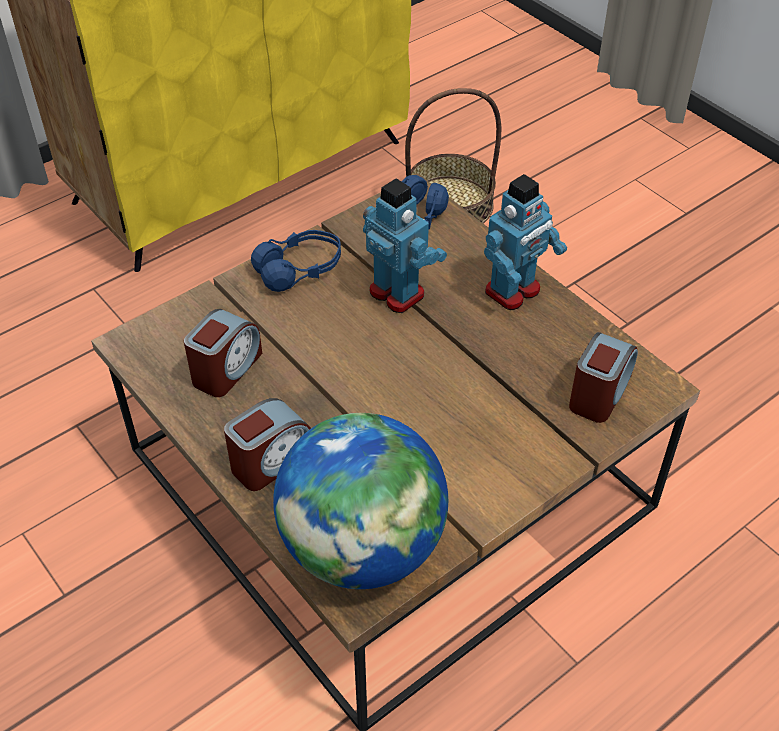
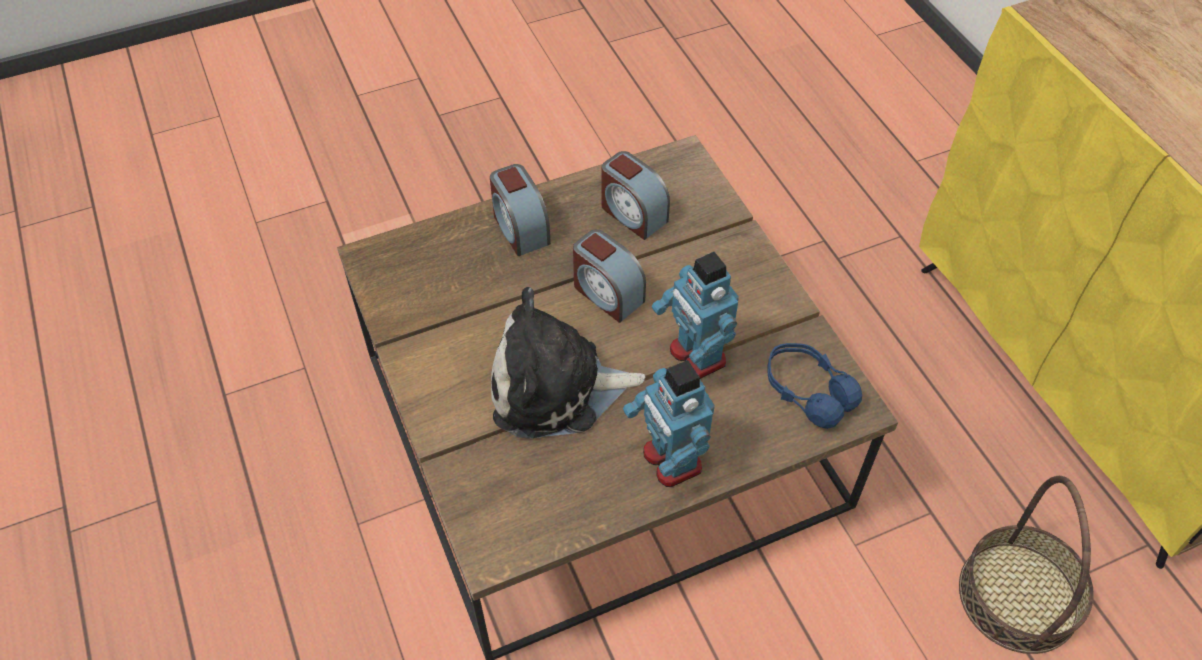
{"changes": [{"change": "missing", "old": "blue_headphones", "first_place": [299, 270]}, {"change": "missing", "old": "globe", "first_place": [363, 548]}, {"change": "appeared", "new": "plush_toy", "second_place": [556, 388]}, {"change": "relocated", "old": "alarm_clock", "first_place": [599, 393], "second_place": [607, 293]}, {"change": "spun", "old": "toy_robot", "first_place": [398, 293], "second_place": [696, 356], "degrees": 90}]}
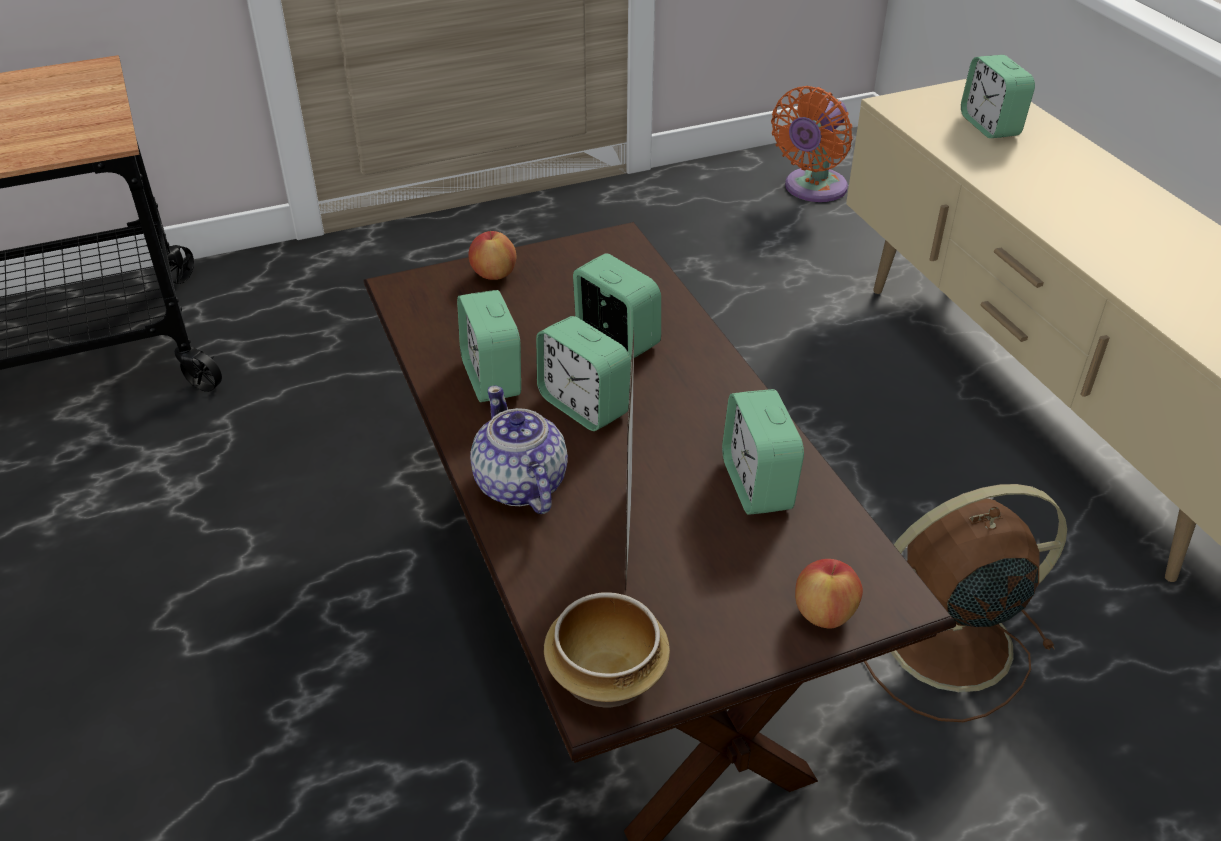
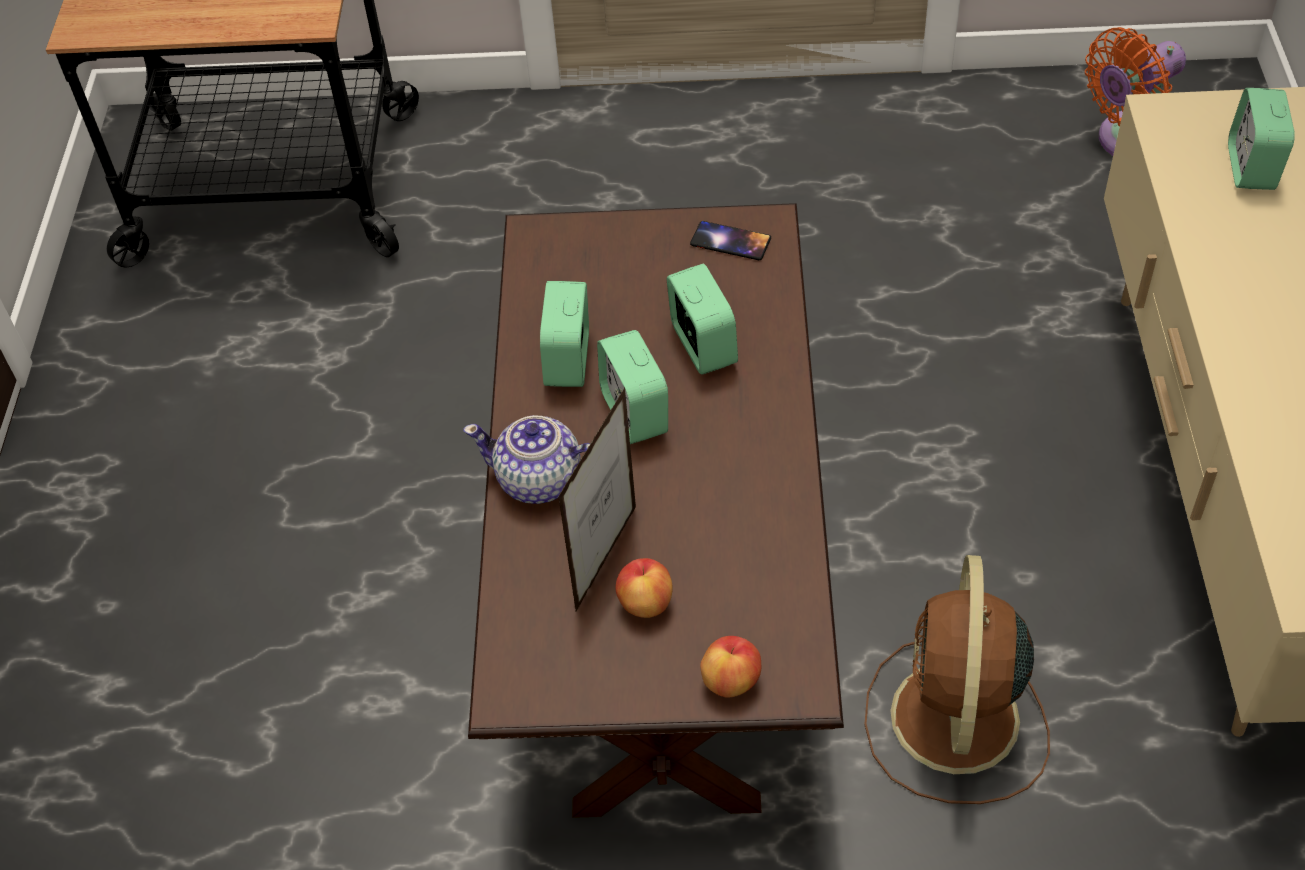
{"changes": [{"change": "missing", "old": "bowl", "first_place": [607, 675]}, {"change": "missing", "old": "alarm_clock", "first_place": [757, 485]}, {"change": "appeared", "new": "phone", "second_place": [730, 241]}, {"change": "relocated", "old": "apple", "first_place": [493, 274], "second_place": [645, 603]}, {"change": "spun", "old": "teapot", "first_place": [520, 485], "second_place": [540, 481], "degrees": -75}, {"change": "spun", "old": "brown_fan", "first_place": [942, 642], "second_place": [954, 723], "degrees": -90}]}
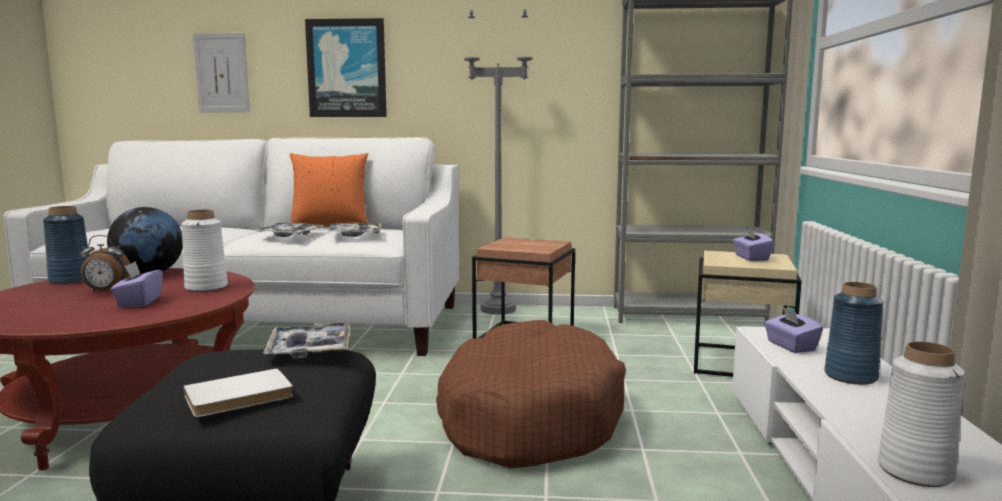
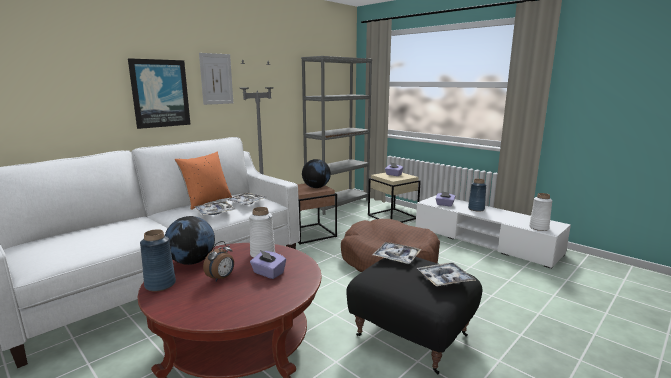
{"changes": [{"change": "appeared", "new": "globe", "second_place": [316, 187]}, {"change": "relocated", "old": "picture", "first_place": [222, 73], "second_place": [216, 79]}, {"change": "exchanged", "old": "white_book", "new": "tray", "first_place": [240, 397], "second_place": [444, 279]}]}
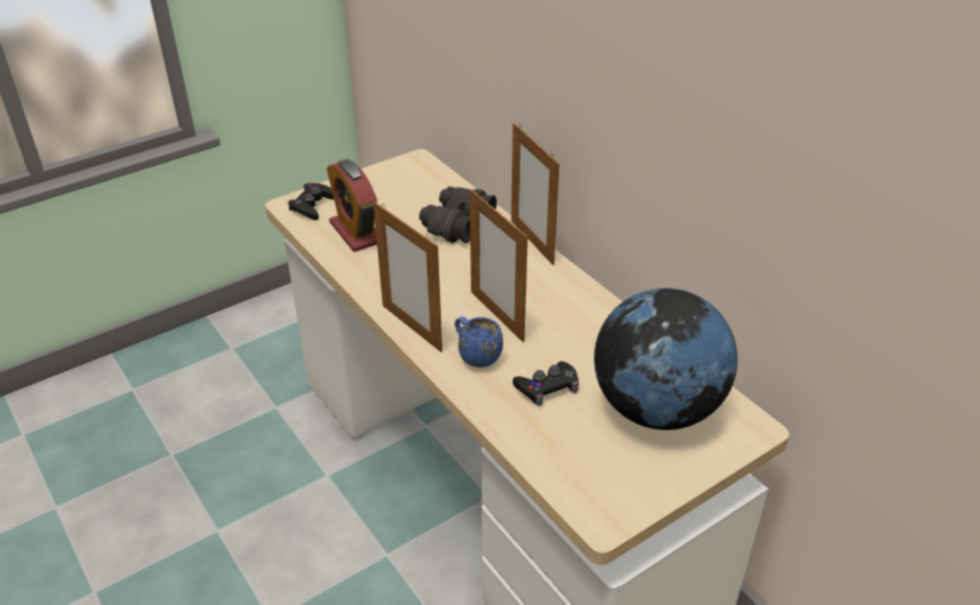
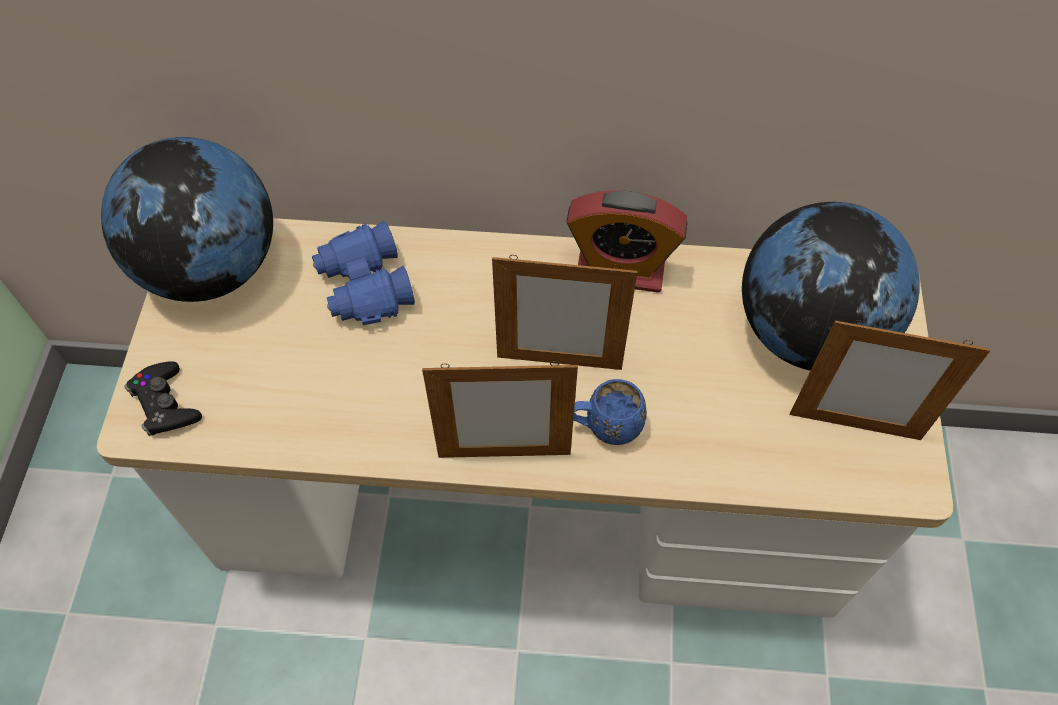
{"changes": [{"change": "missing", "old": "black_game_controller", "first_place": [547, 387]}, {"change": "appeared", "new": "globe", "second_place": [211, 268]}, {"change": "relocated", "old": "alarm_clock", "first_place": [356, 232], "second_place": [620, 269]}, {"change": "relocated", "old": "picture_frame", "first_place": [532, 242], "second_place": [854, 426]}, {"change": "colour", "old": "black_binoculars", "new": "blue_binoculars", "first_place": [456, 224], "second_place": [364, 286]}]}
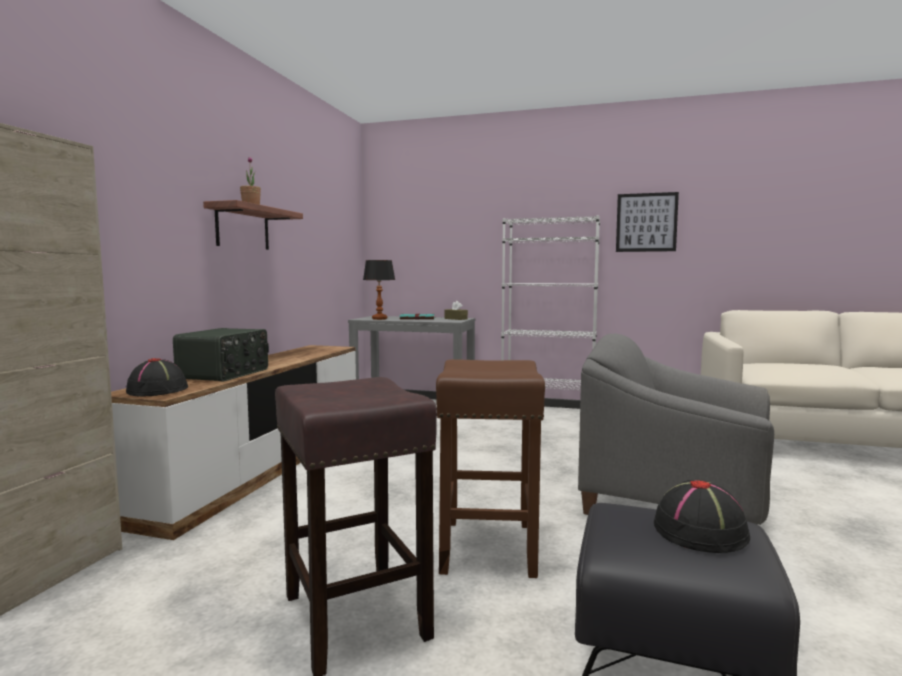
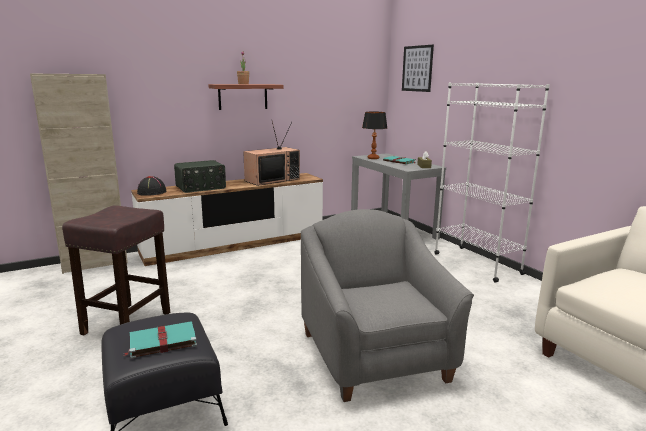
{"changes": [{"change": "missing", "old": "brown_stool", "first_place": [487, 546]}, {"change": "appeared", "new": "television", "second_place": [272, 180]}, {"change": "relocated", "old": "picture", "first_place": [646, 222], "second_place": [417, 68]}, {"change": "exchanged", "old": "black_hat", "new": "turquoise_book", "first_place": [700, 531], "second_place": [161, 341]}]}
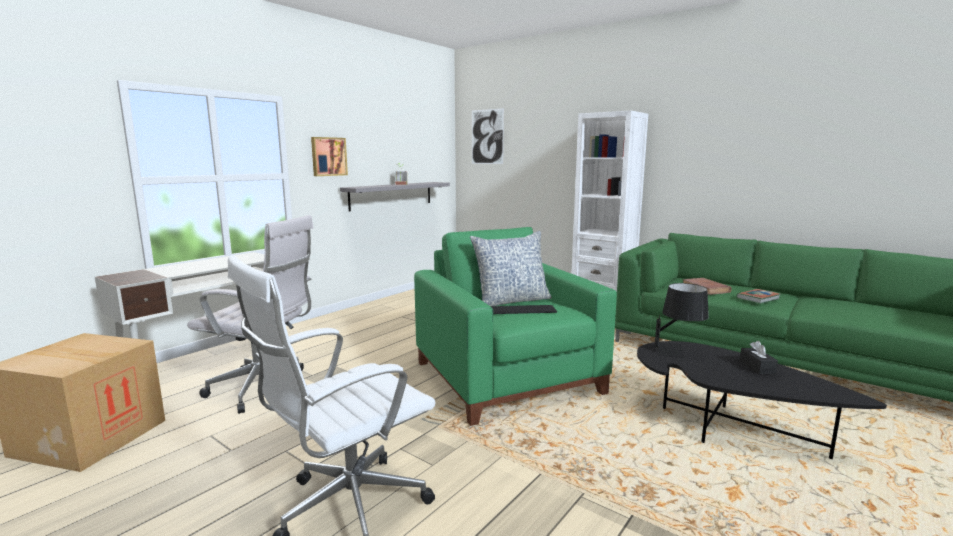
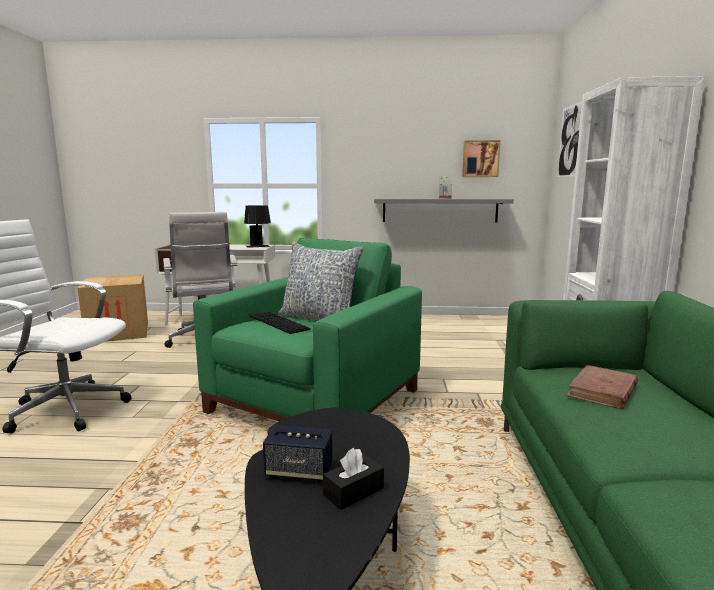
{"changes": [{"change": "missing", "old": "book", "first_place": [758, 299]}, {"change": "appeared", "new": "speaker", "second_place": [299, 472]}, {"change": "relocated", "old": "picture", "first_place": [328, 156], "second_place": [480, 159]}, {"change": "relocated", "old": "black_table_lamp", "first_place": [678, 350], "second_place": [258, 246]}]}
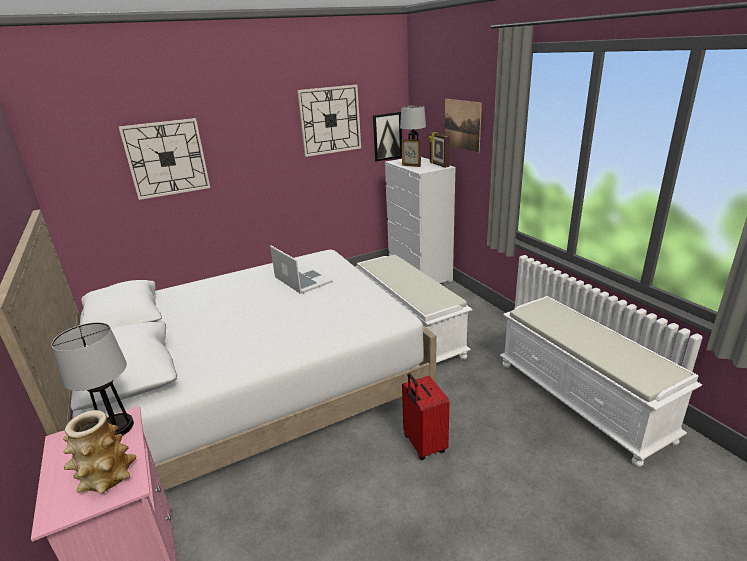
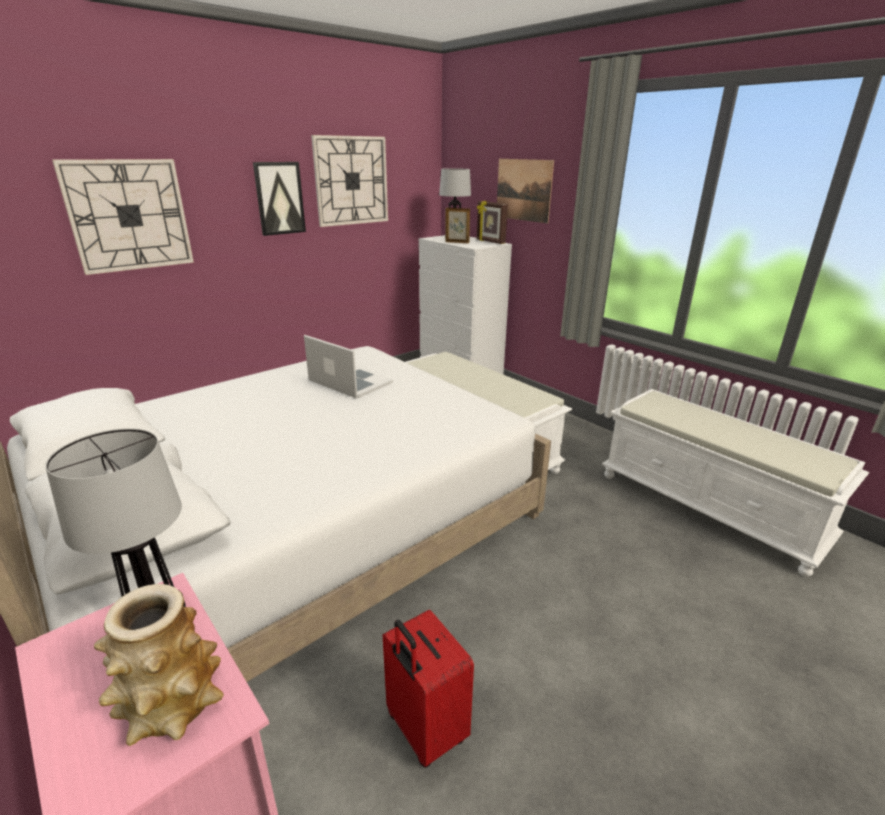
{"changes": [{"change": "relocated", "old": "picture", "first_place": [387, 136], "second_place": [279, 198]}, {"change": "relocated", "old": "red_suitcase", "first_place": [423, 445], "second_place": [424, 730]}]}
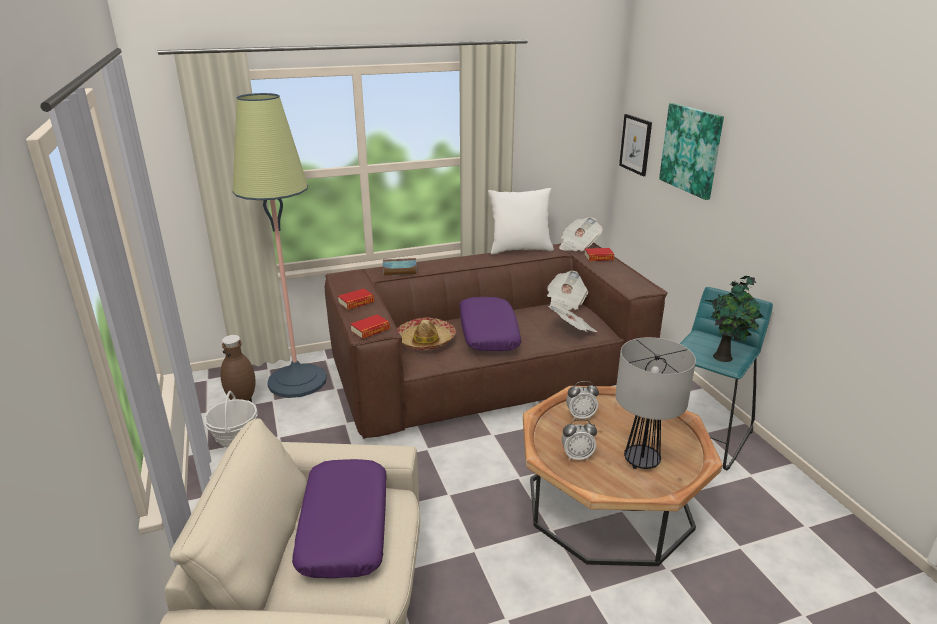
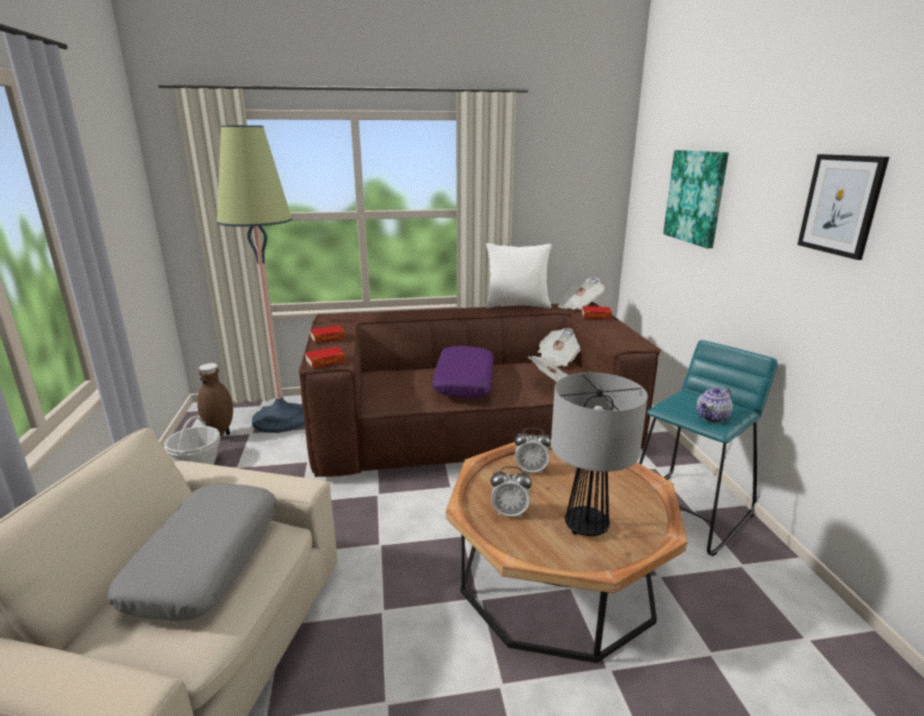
{"changes": [{"change": "missing", "old": "book", "first_place": [399, 270]}, {"change": "missing", "old": "hat", "first_place": [426, 340]}, {"change": "relocated", "old": "picture", "first_place": [636, 144], "second_place": [841, 205]}, {"change": "exchanged", "old": "potted_plant", "new": "teapot", "first_place": [724, 357], "second_place": [712, 417]}, {"change": "colour", "old": "purple_pillow", "new": "grey_pillow", "first_place": [344, 527], "second_place": [205, 560]}]}
